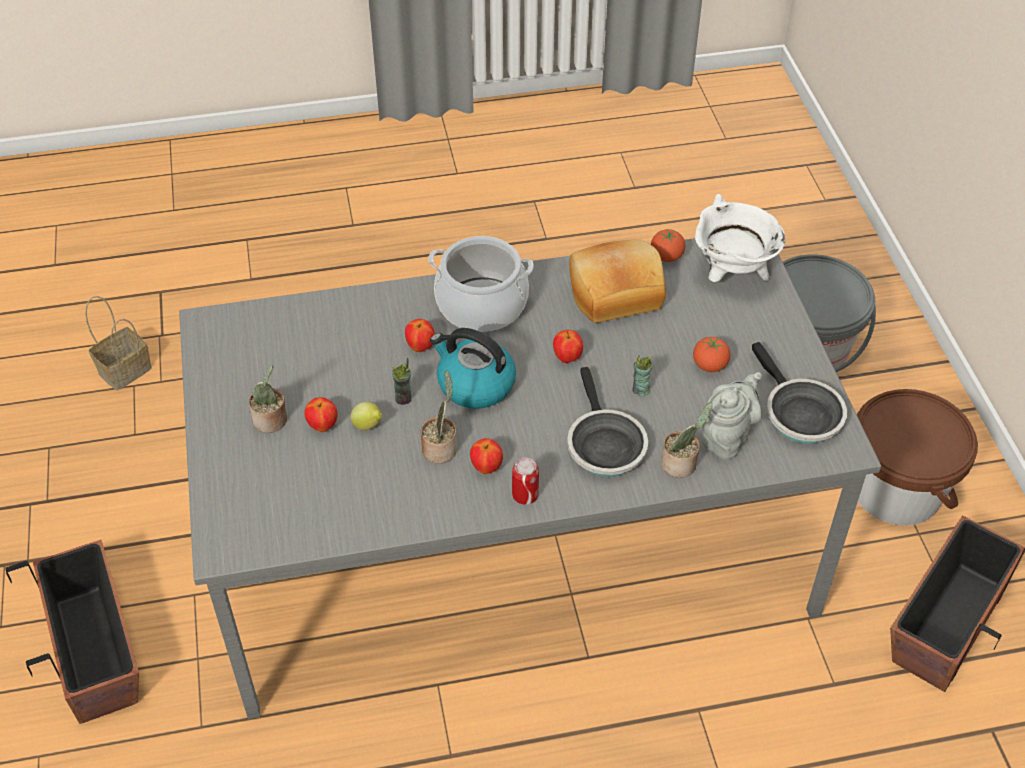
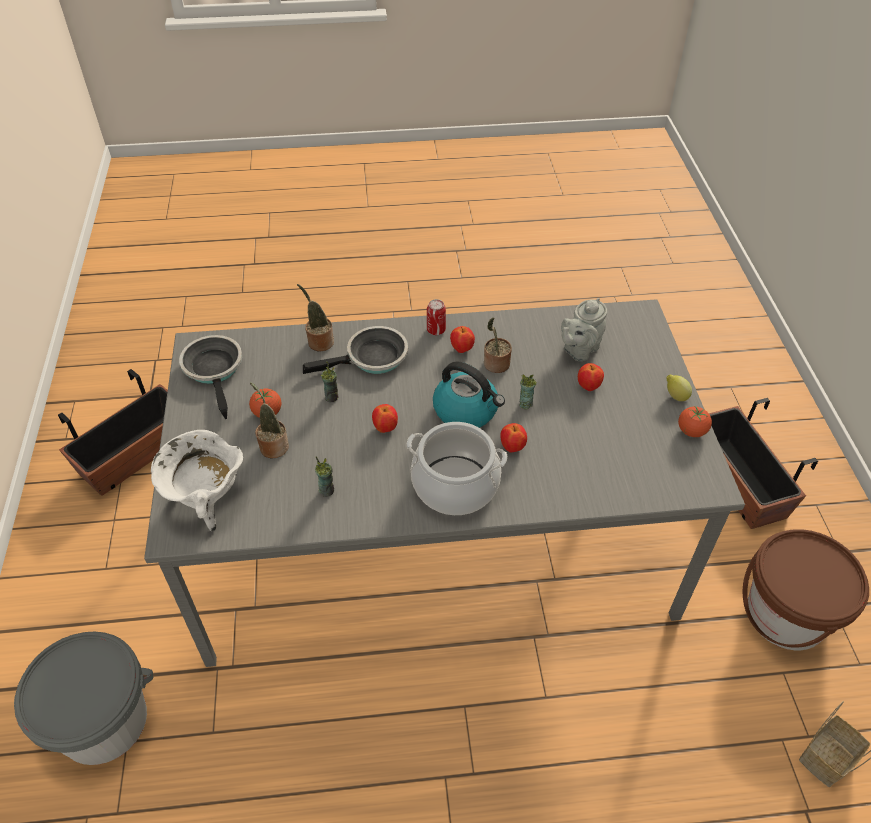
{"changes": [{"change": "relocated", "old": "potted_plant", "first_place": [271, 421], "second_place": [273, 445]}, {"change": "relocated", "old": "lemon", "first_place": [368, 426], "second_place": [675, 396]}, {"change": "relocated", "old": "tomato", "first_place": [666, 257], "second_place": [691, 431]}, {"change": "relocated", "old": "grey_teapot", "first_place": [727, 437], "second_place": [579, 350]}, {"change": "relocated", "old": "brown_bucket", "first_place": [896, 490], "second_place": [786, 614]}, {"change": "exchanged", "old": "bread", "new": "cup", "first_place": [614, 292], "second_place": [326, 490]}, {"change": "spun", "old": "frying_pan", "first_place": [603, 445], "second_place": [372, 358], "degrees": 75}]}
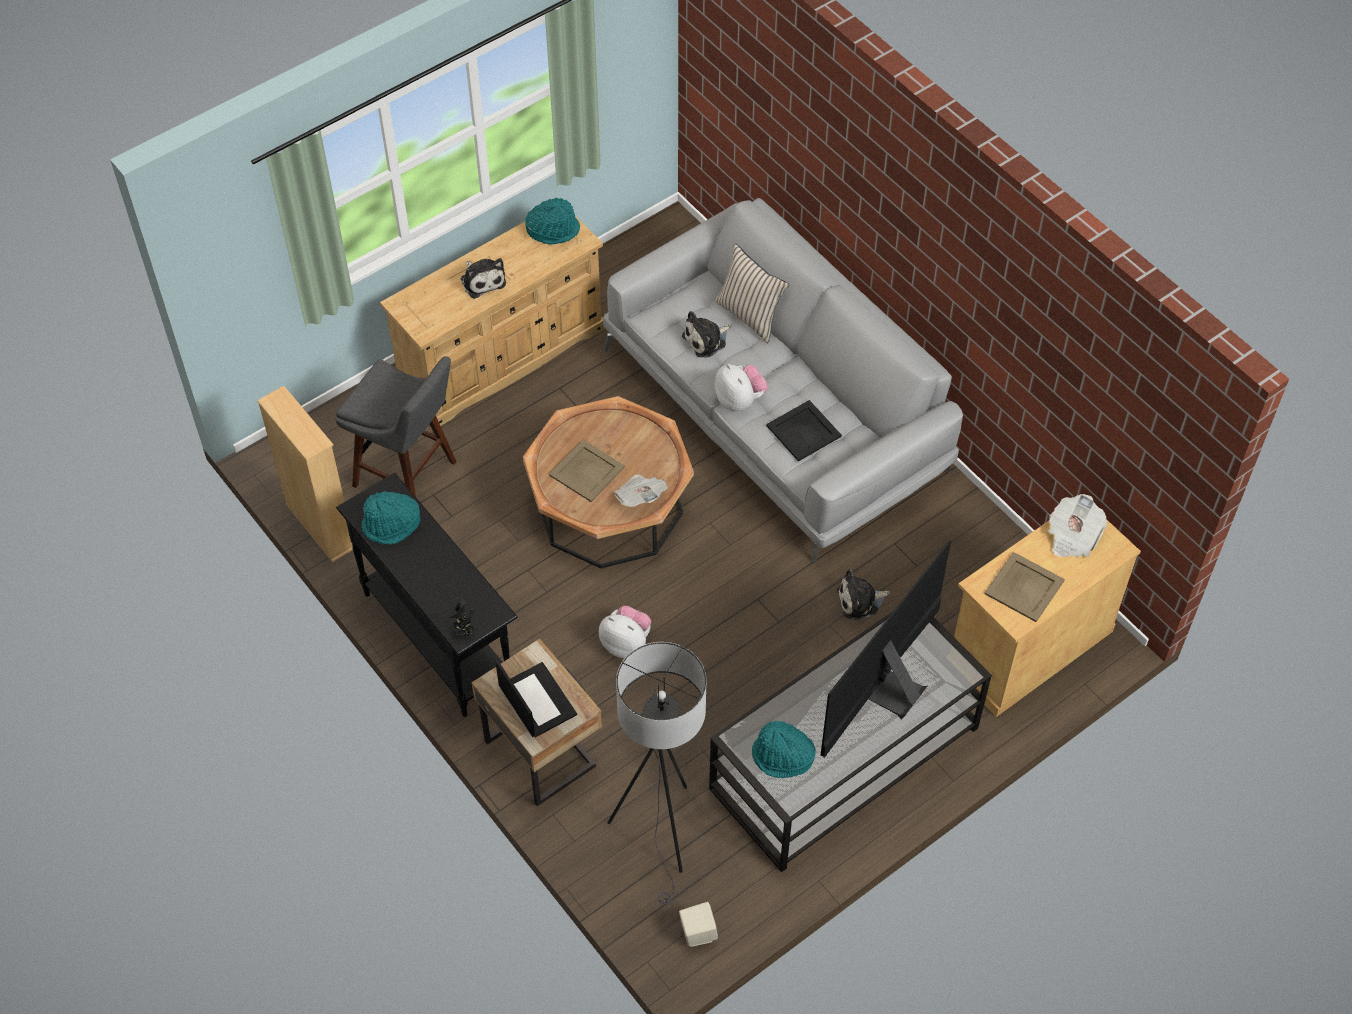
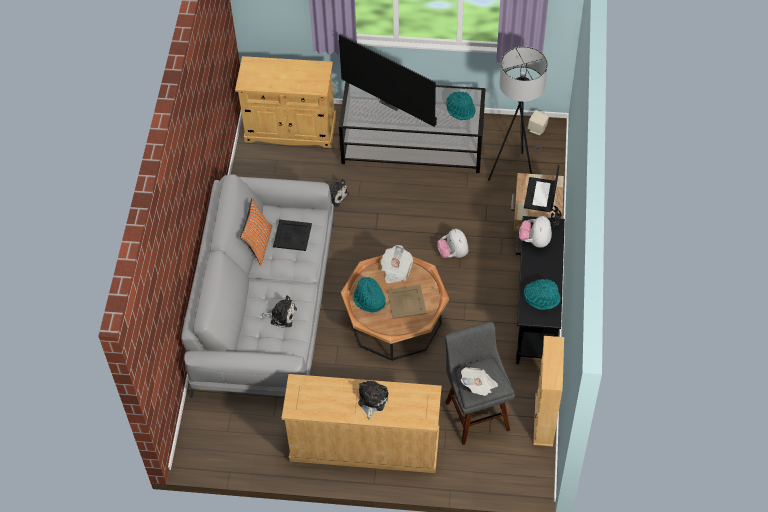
{"changes": [{"change": "missing", "old": "beige_pillow", "first_place": [750, 315]}, {"change": "missing", "old": "beige_tray", "first_place": [1024, 588]}, {"change": "appeared", "new": "orange_pillow", "second_place": [258, 244]}, {"change": "relocated", "old": "turquoise_hat", "first_place": [553, 229], "second_place": [369, 300]}, {"change": "relocated", "old": "plush_toy", "first_place": [739, 400], "second_place": [535, 240]}, {"change": "relocated", "old": "newspaper", "first_place": [1072, 536], "second_place": [478, 386]}, {"change": "spun", "old": "television", "first_place": [889, 692], "second_place": [392, 102], "degrees": 45}]}
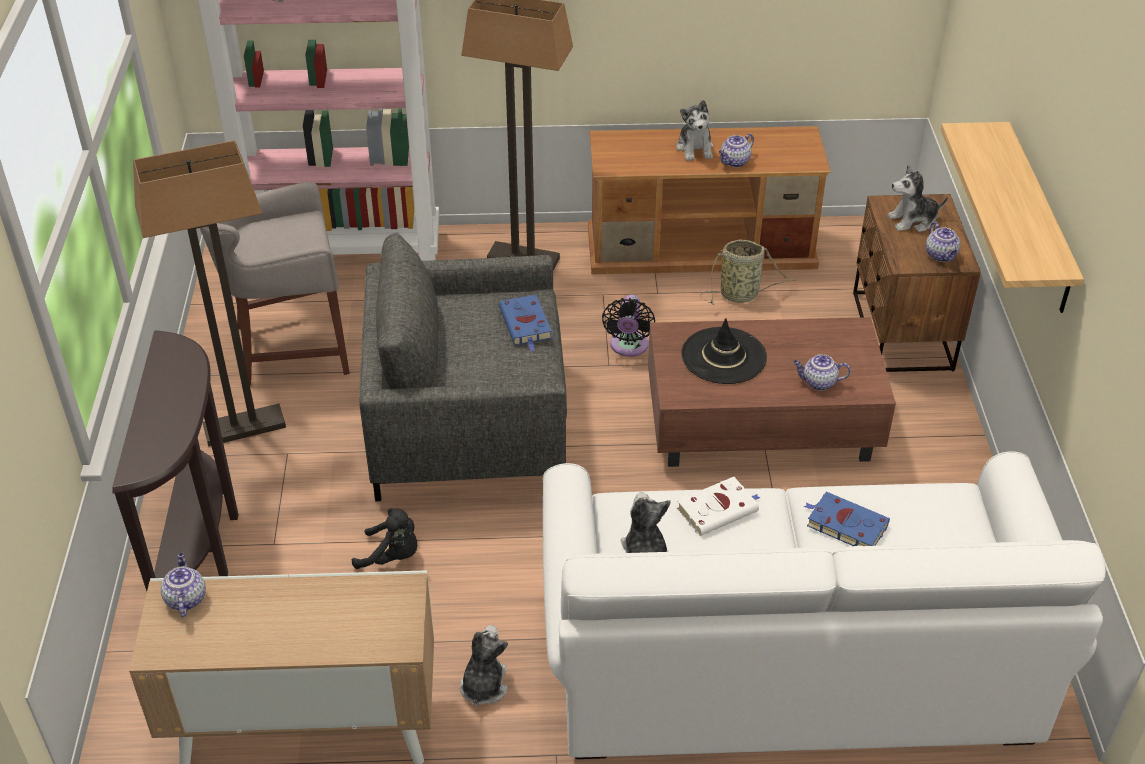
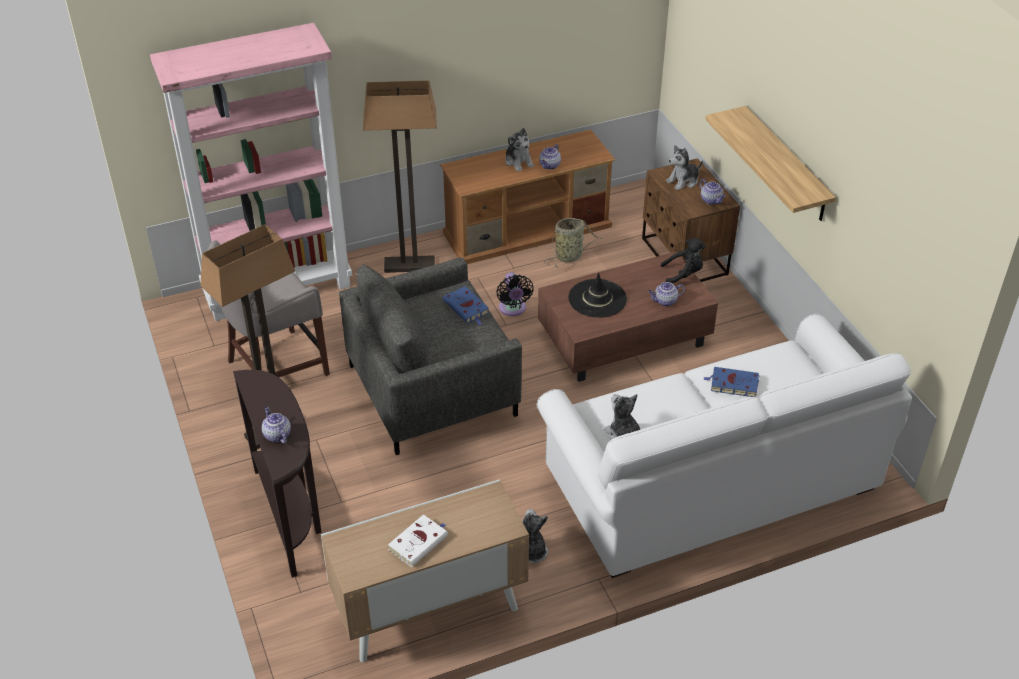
{"changes": [{"change": "relocated", "old": "teapot", "first_place": [185, 598], "second_place": [276, 435]}, {"change": "relocated", "old": "black_plush_toy", "first_place": [392, 556], "second_place": [684, 274]}, {"change": "relocated", "old": "white_book", "first_place": [719, 509], "second_place": [419, 542]}]}
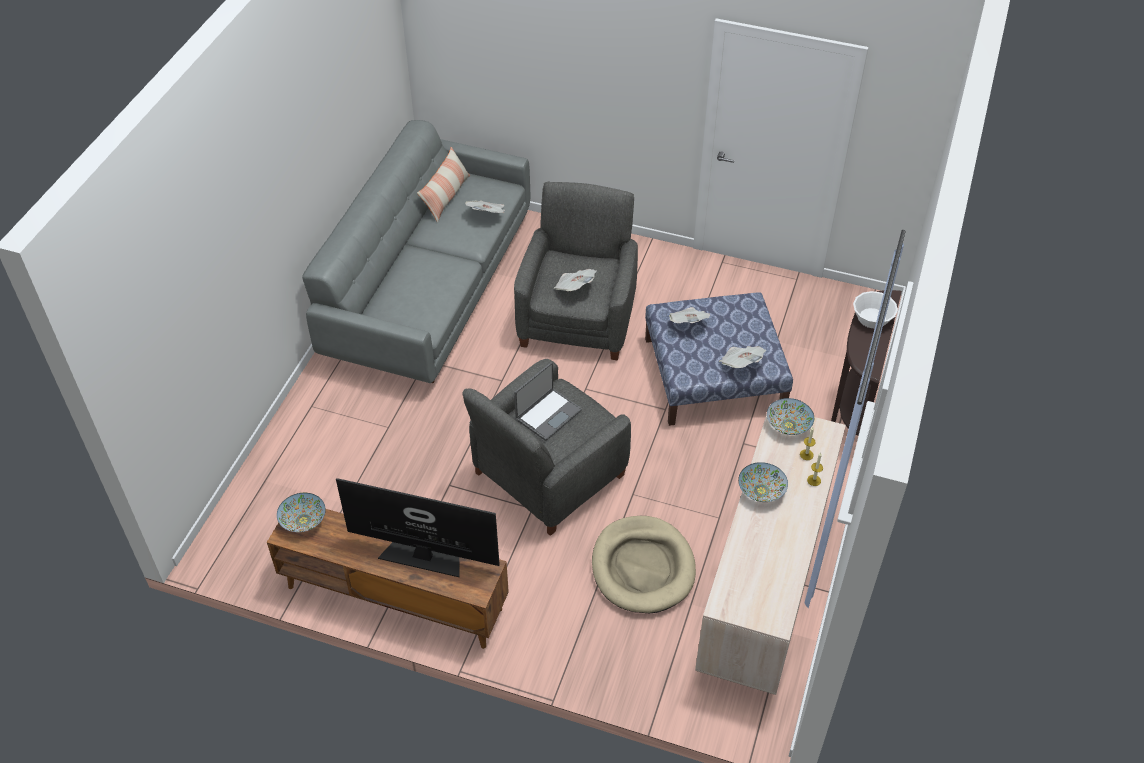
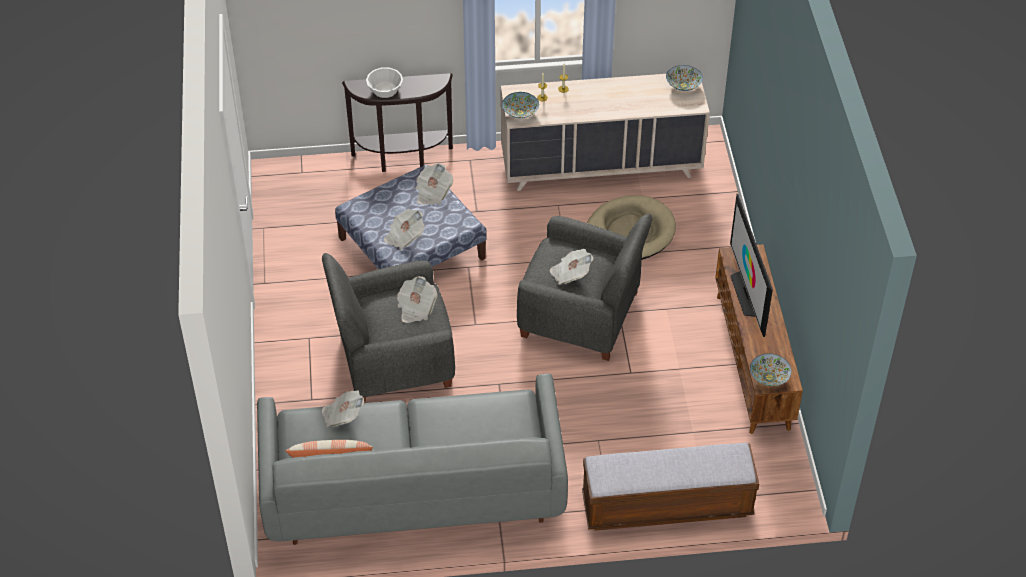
{"changes": [{"change": "appeared", "new": "bench", "second_place": [666, 505]}, {"change": "relocated", "old": "bowl", "first_place": [761, 491], "second_place": [683, 85]}, {"change": "exchanged", "old": "laptop", "new": "newspaper", "first_place": [548, 414], "second_place": [570, 274]}]}
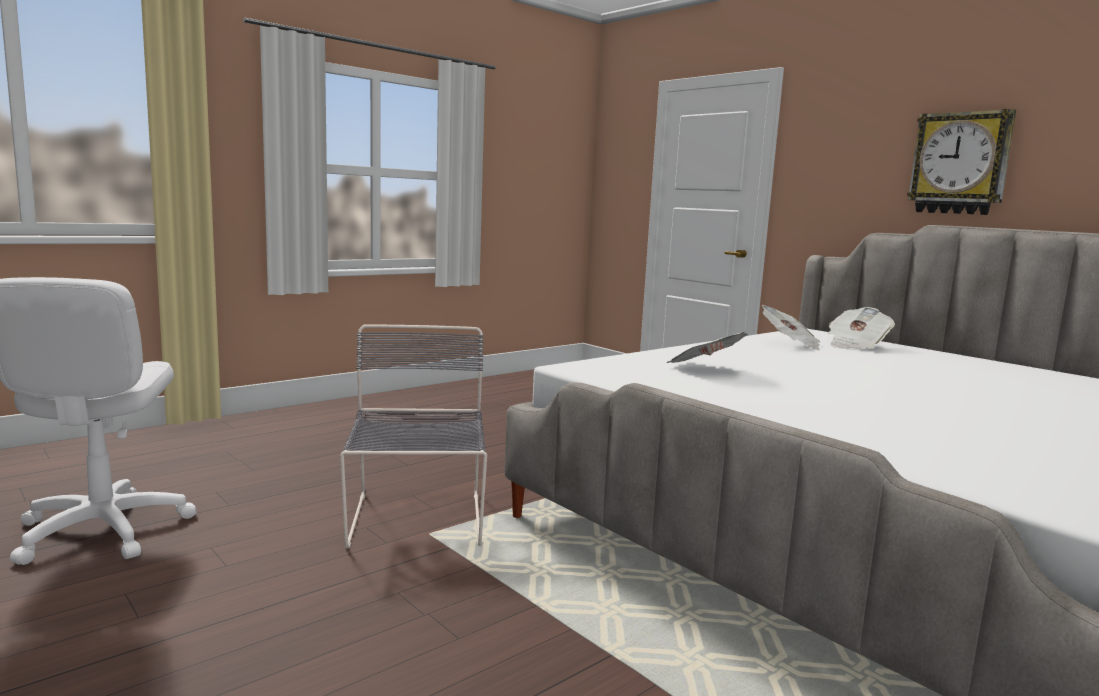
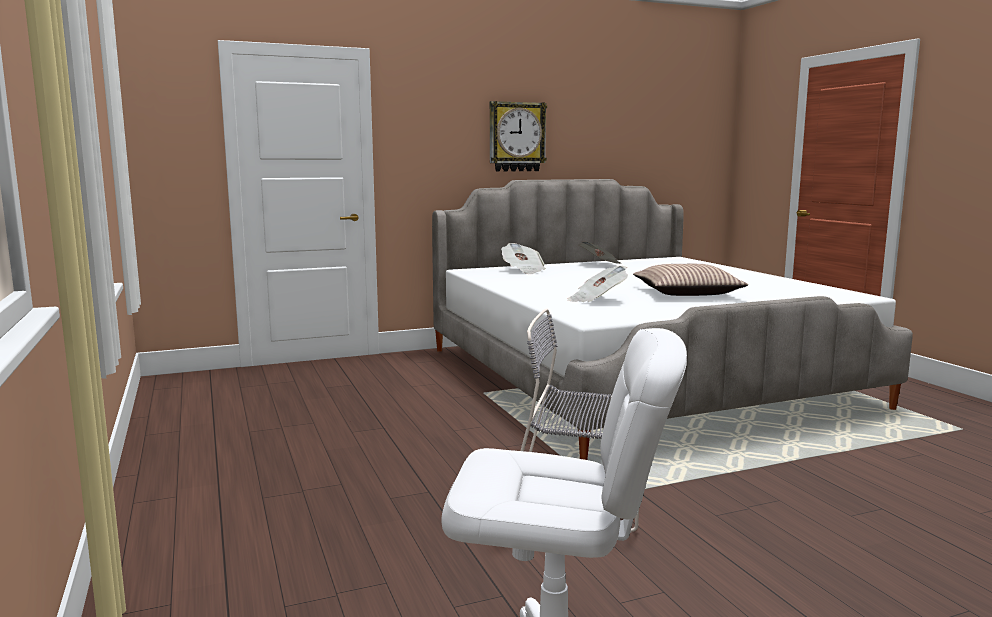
{"changes": [{"change": "appeared", "new": "pillow", "second_place": [686, 293]}, {"change": "relocated", "old": "newspaper", "first_place": [790, 345], "second_place": [600, 264]}]}
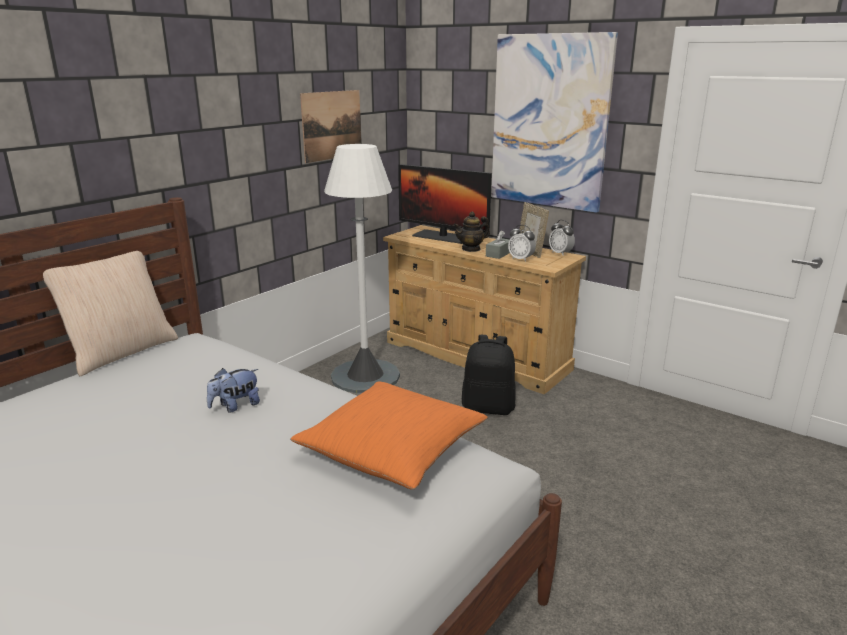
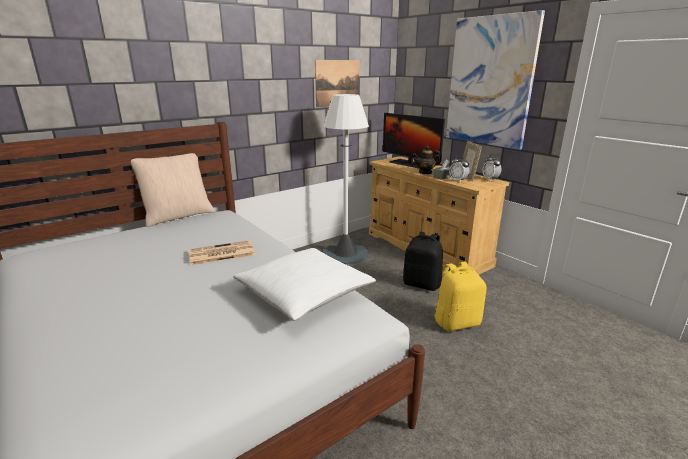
{"changes": [{"change": "appeared", "new": "yellow_backpack", "second_place": [456, 322]}, {"change": "exchanged", "old": "plush_toy", "new": "newspaper", "first_place": [235, 406], "second_place": [221, 254]}, {"change": "colour", "old": "orange_pillow", "new": "white_pillow", "first_place": [393, 449], "second_place": [305, 294]}]}
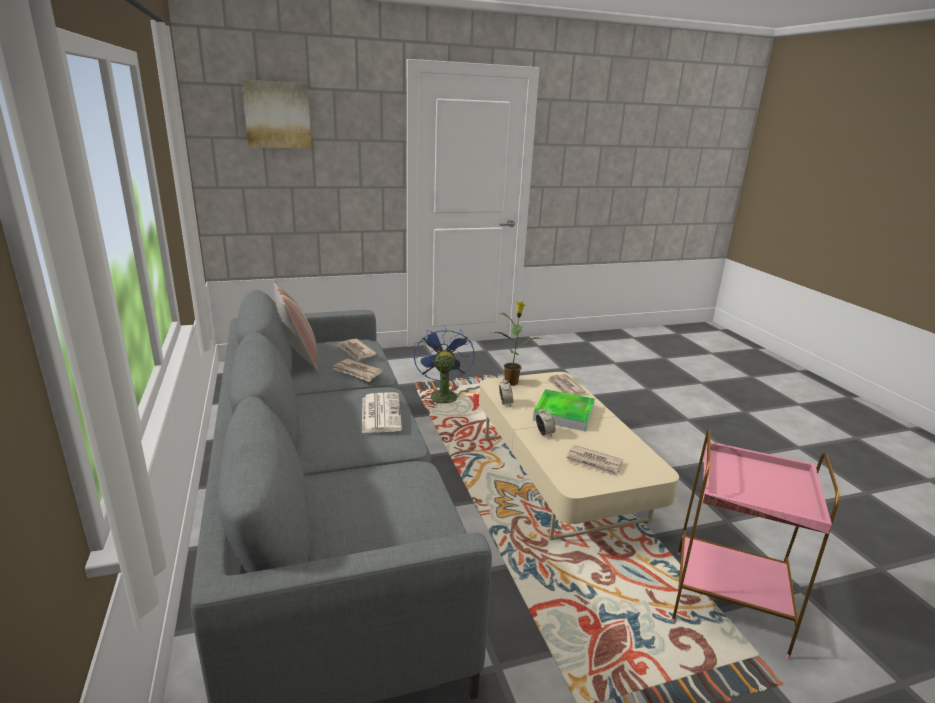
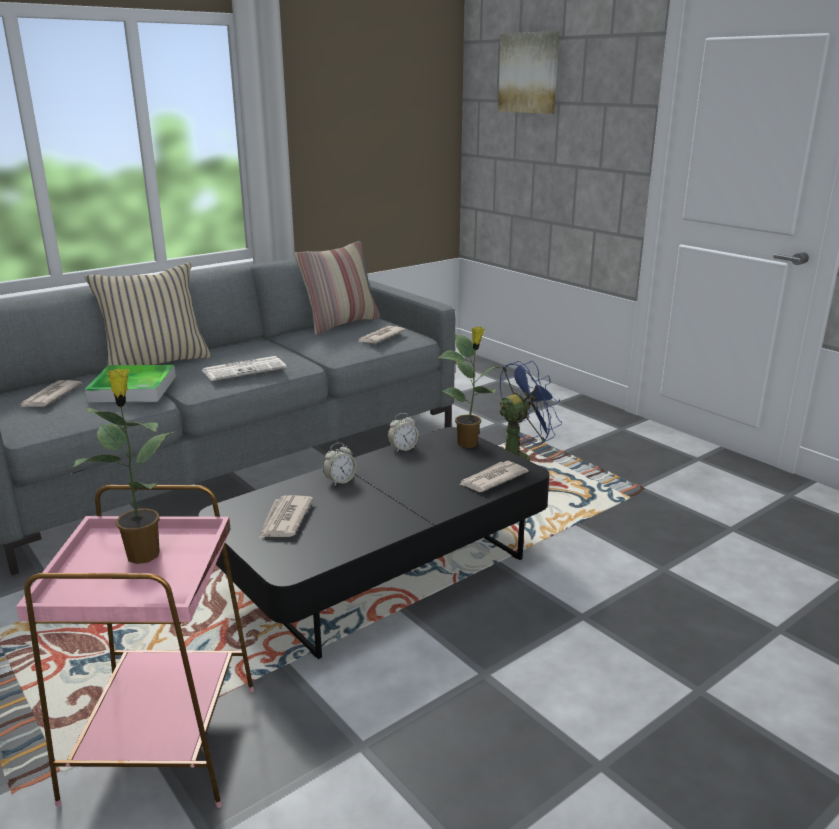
{"changes": [{"change": "appeared", "new": "potted_plant", "second_place": [143, 553]}, {"change": "appeared", "new": "beige_pillow", "second_place": [156, 362]}, {"change": "relocated", "old": "newspaper", "first_place": [357, 372], "second_place": [49, 397]}, {"change": "relocated", "old": "tray", "first_place": [564, 413], "second_place": [133, 389]}, {"change": "colour", "old": "beige_coffee_table", "new": "black_coffee_table", "first_place": [559, 476], "second_place": [384, 570]}]}
